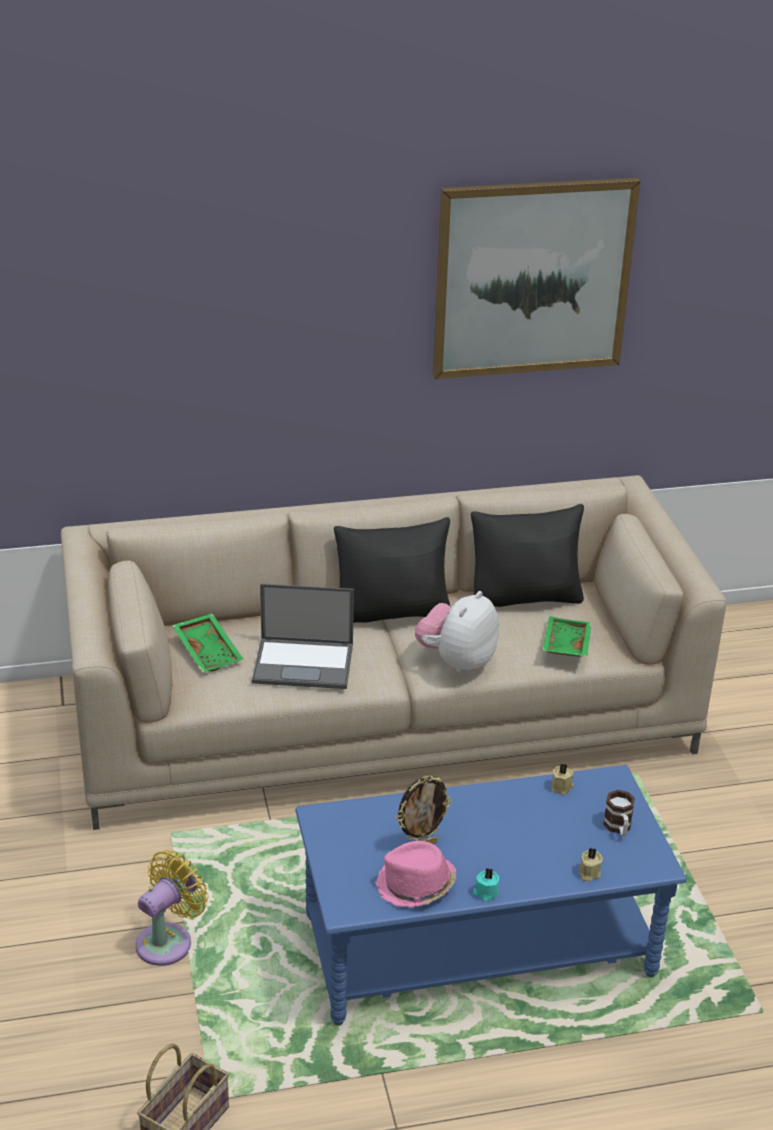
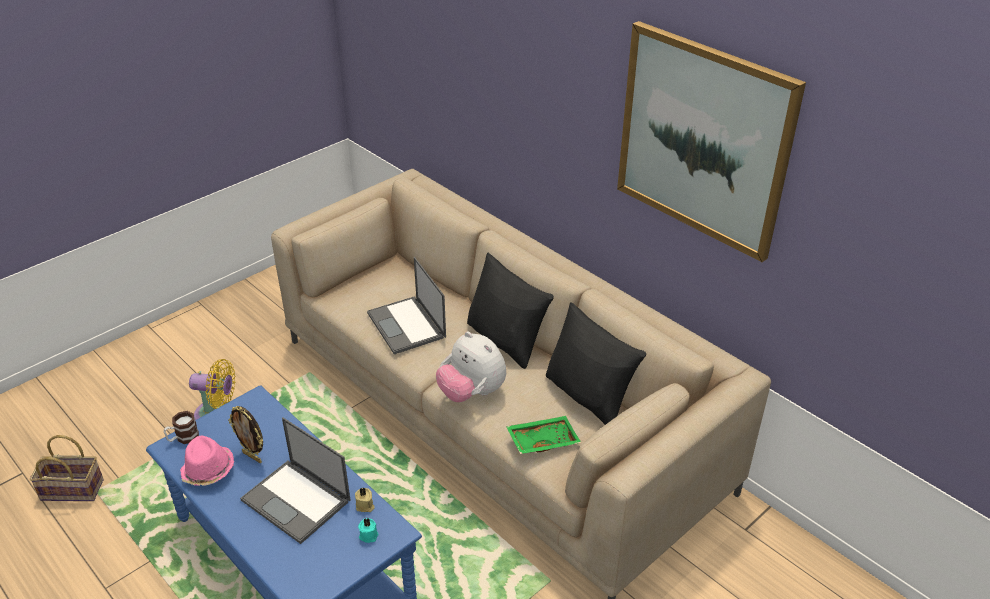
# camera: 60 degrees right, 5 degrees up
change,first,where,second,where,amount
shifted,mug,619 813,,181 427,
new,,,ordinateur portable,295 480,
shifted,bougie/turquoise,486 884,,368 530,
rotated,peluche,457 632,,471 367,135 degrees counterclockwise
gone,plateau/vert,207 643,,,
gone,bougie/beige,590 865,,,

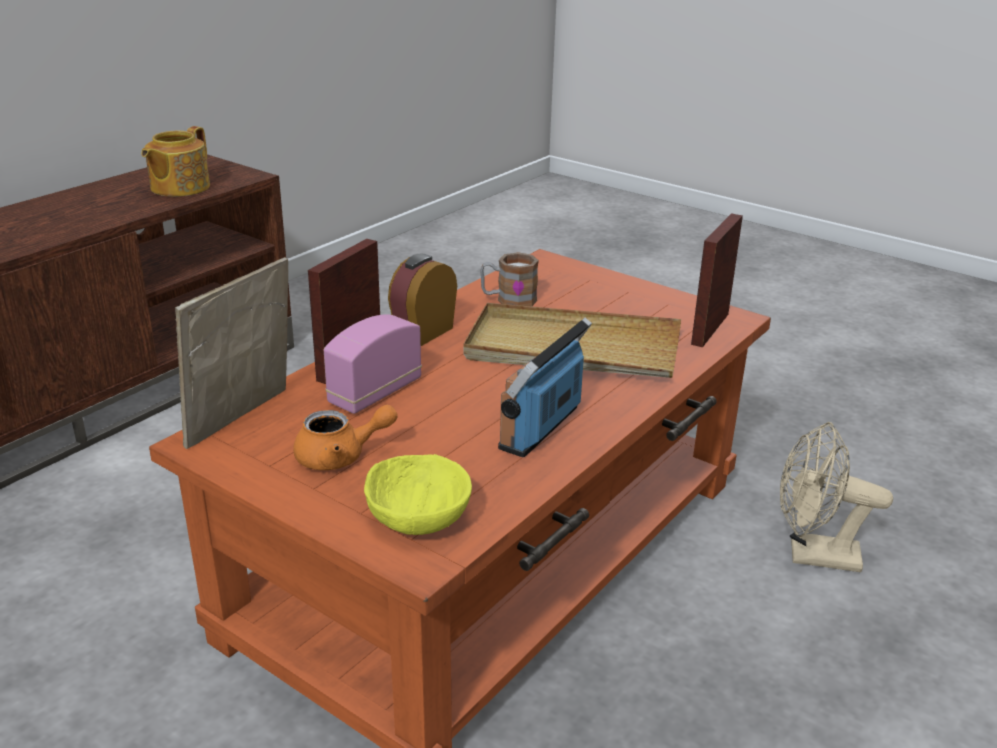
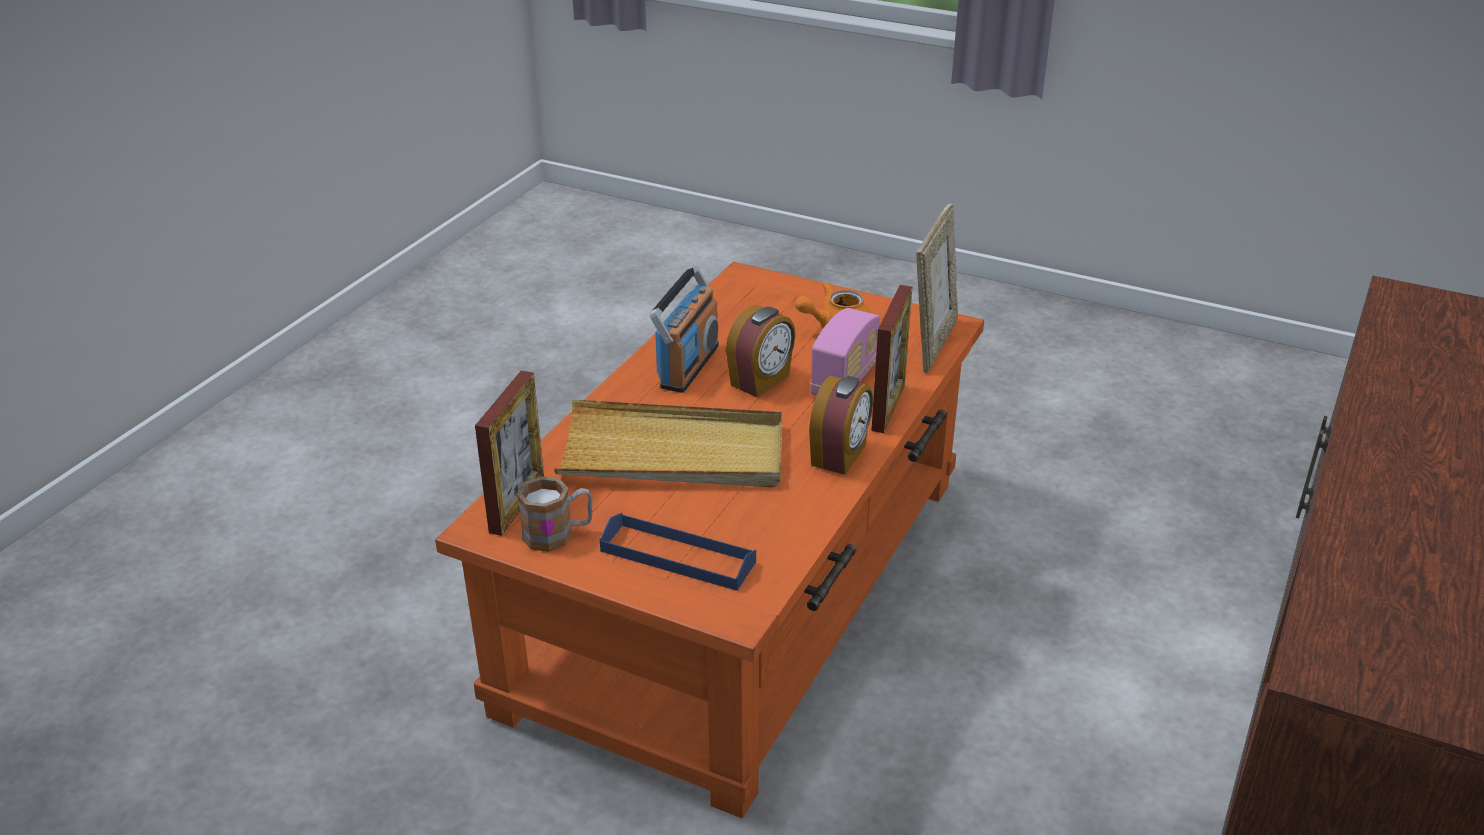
# camera: 170 degrees right, 5 degrees up
change,first,where,second,where,amount
shifted,mug,509 279,,554 514,
new,,,plateau/bleu,678 552,
new,,,réveil,761 351,
gone,théière,175 161,,,
gone,bol/jaune,418 494,,,
gone,ventilateur/beige,836 497,,,

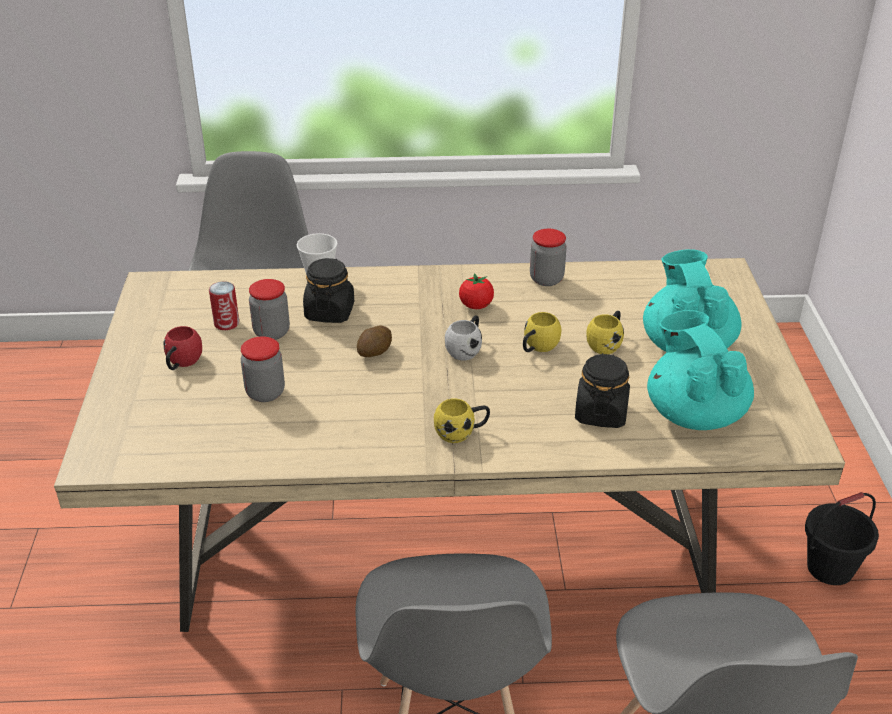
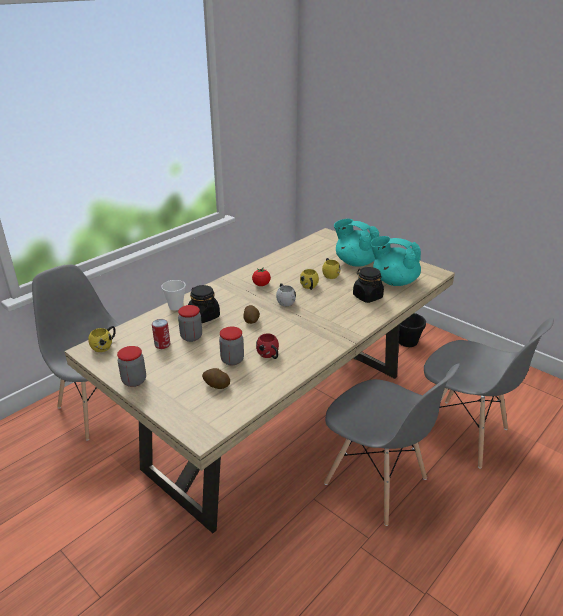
# camera: 45 degrees left, 5 degrees down
change,first,where,second,where,amount
shifted,mug/jaune,462 420,,102 339,
shifted,bocal,548 257,,131 366,
new,,,pomme de terre,216 378,
shifted,mug/rouge,183 348,,267 346,

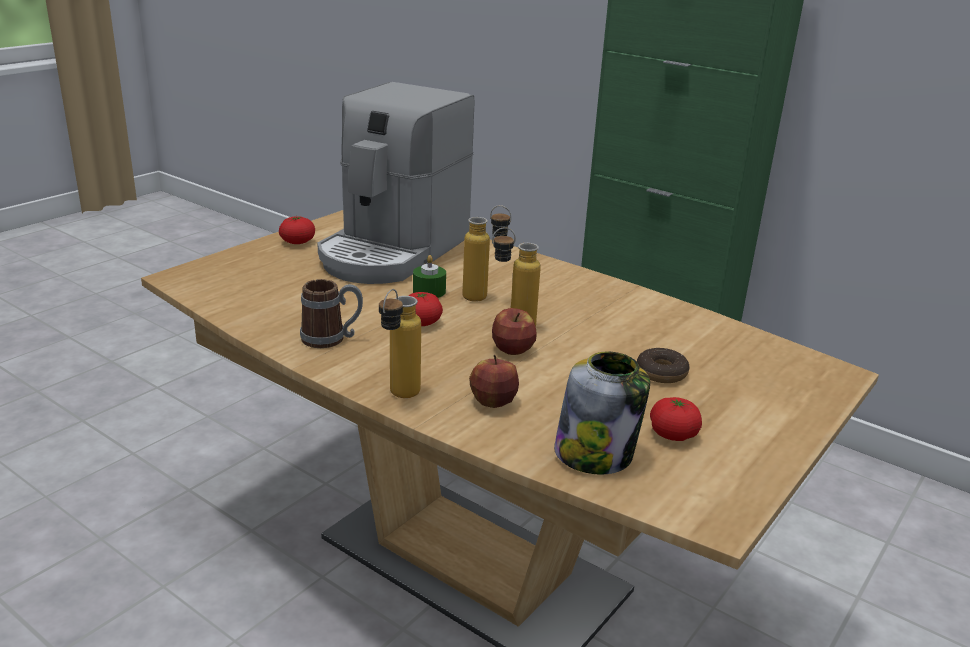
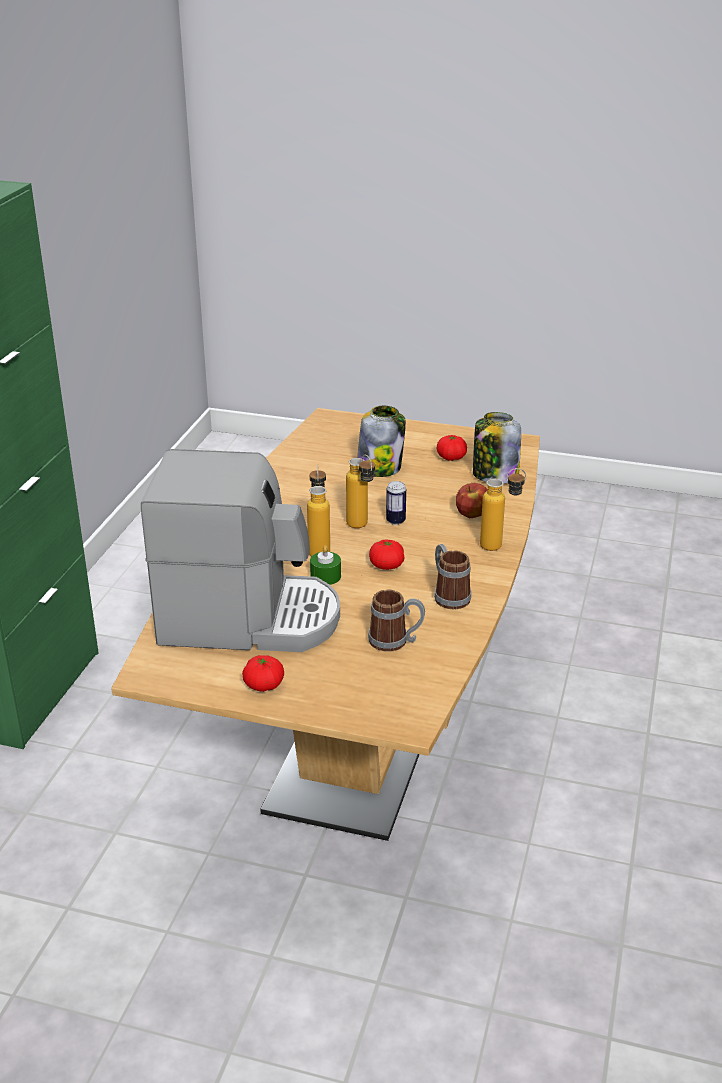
# camera: 110 degrees left, 5 degrees up
change,first,where,second,where,amount
swapped,beignet,663 365,bocal,381 441,
new,,,mug,396 621,
swapped,pomme,514 331,boîte métallique,396 503,

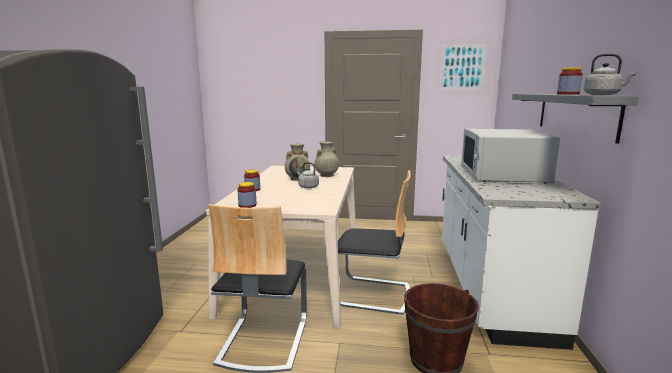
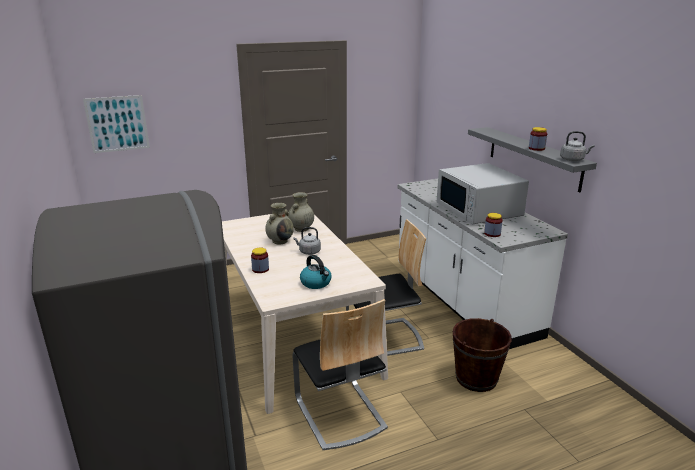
# camera: 30 degrees left, 10 degrees up
change,first,where,second,where,amount
shifted,tableau,462 67,,116 124,
new,,,bouilloire,315 272,
shifted,bocal,247 195,,493 225,

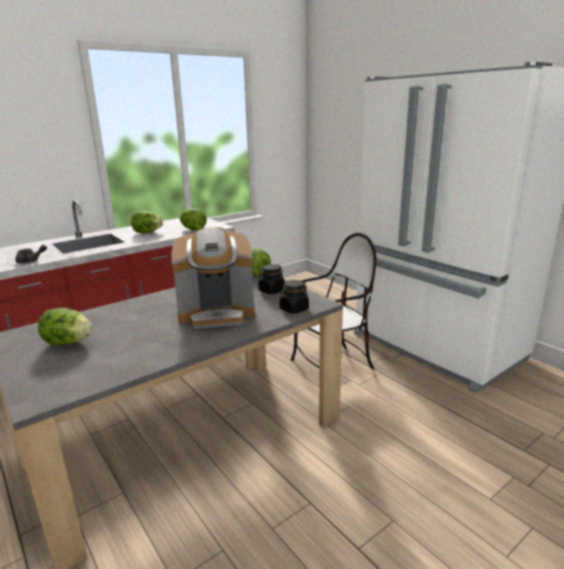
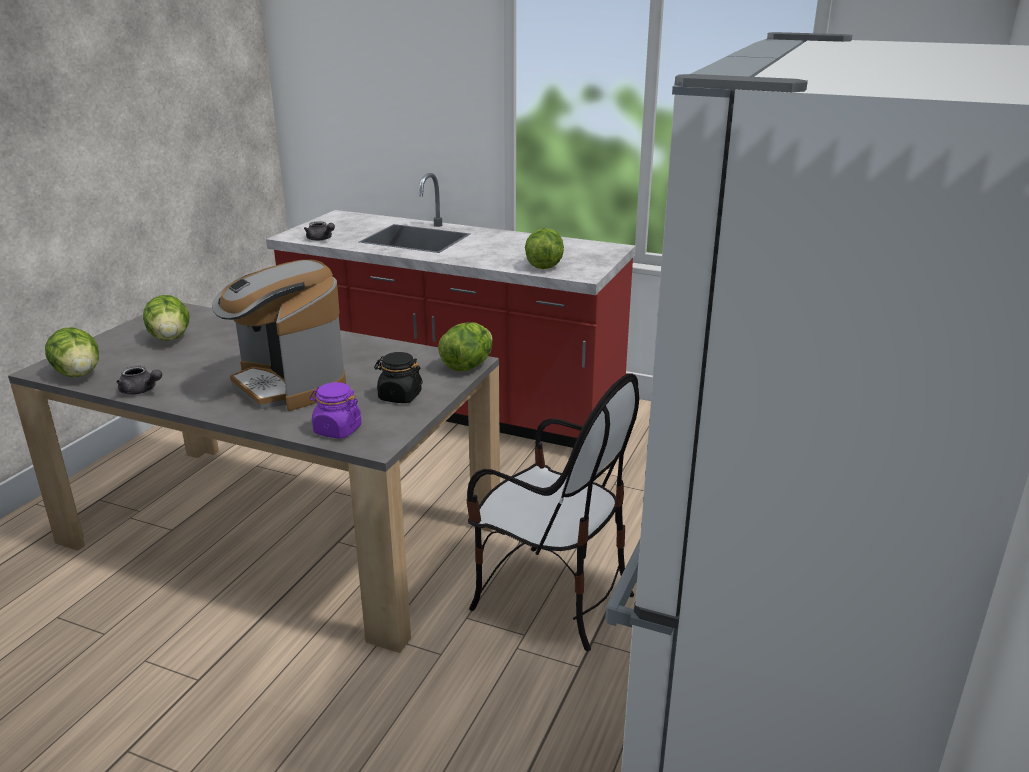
# camera: 60 degrees right, 5 degrees up
change,first,where,second,where,amount
shifted,laitue,147 222,,72 352,
new,,,théière/gris,139 380,
repainted,bocal/noir,294 297,bocal/violet,336 410,

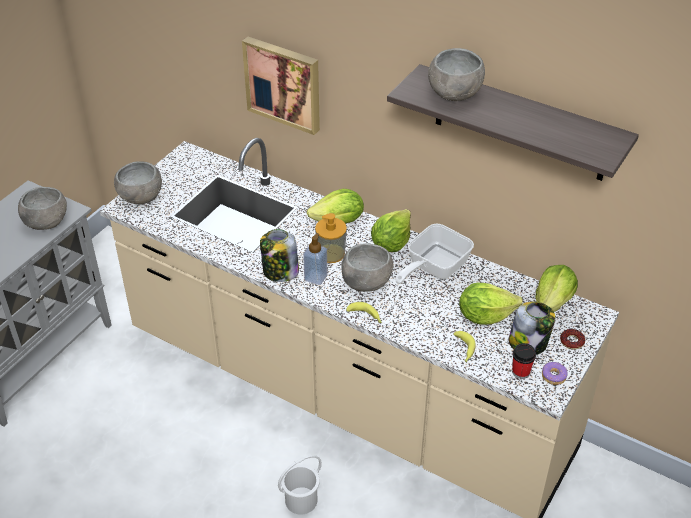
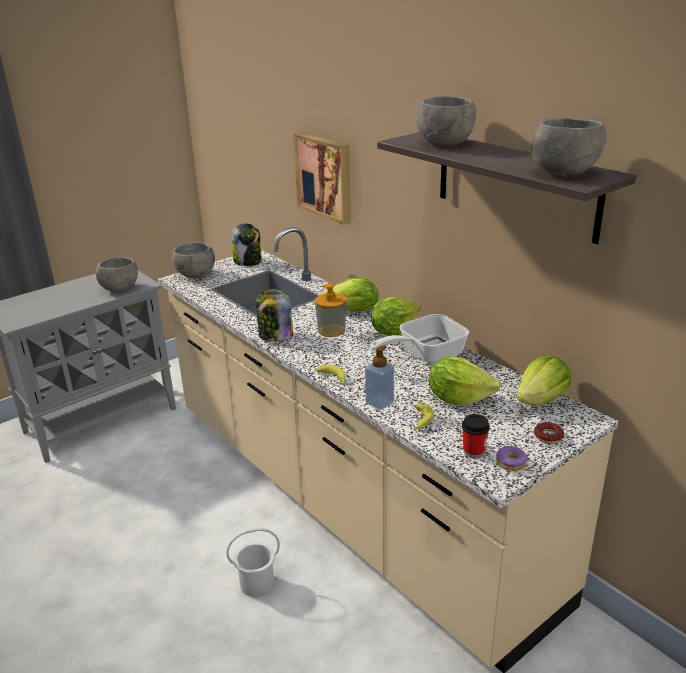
# camera: 20 degrees right, 15 degrees down
change,first,where,second,where,amount
shifted,bocal,532 328,,247 244,
shifted,distributeur de savon,315 259,,379 377,
shifted,bol/gris,367 268,,569 147,

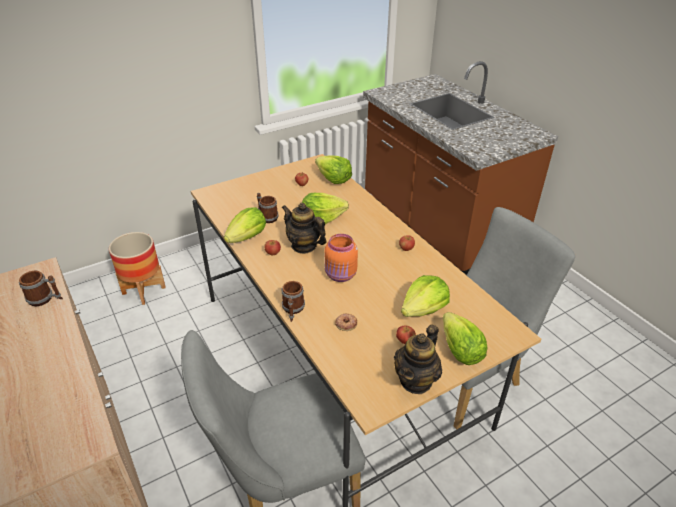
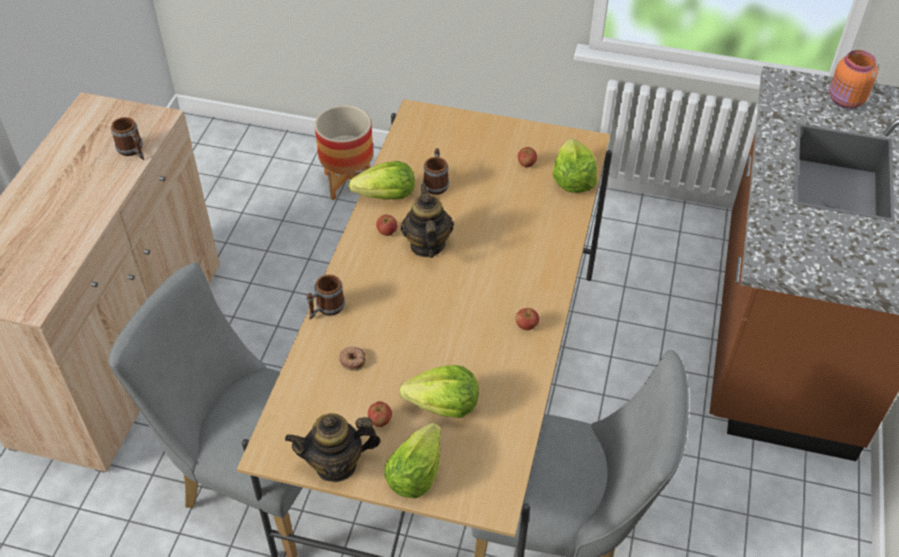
# camera: 45 degrees right, 10 degrees up
change,first,where,second,where,amount
shifted,bocal/orange,341 258,,853 79,
gone,laitue,325 208,,,

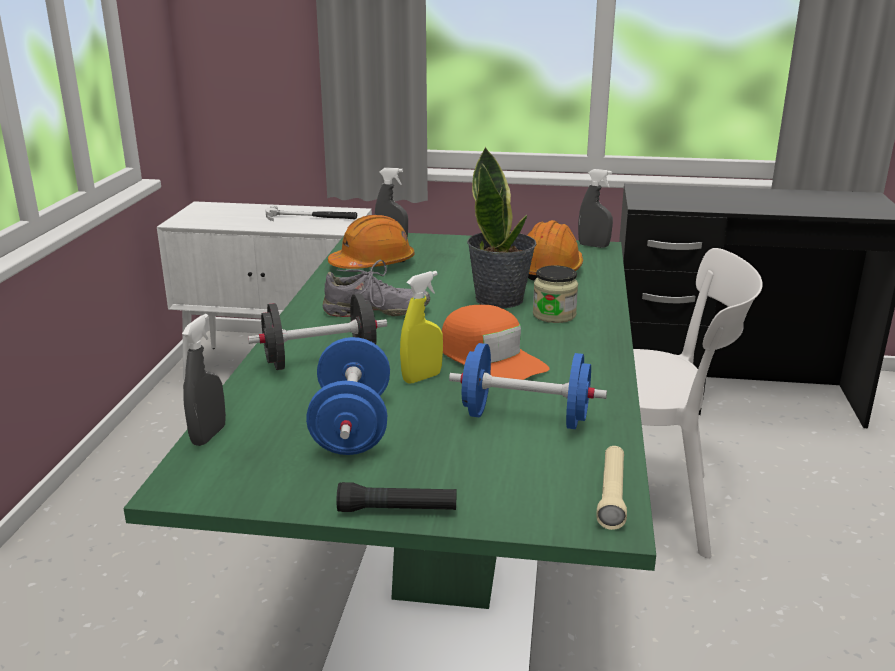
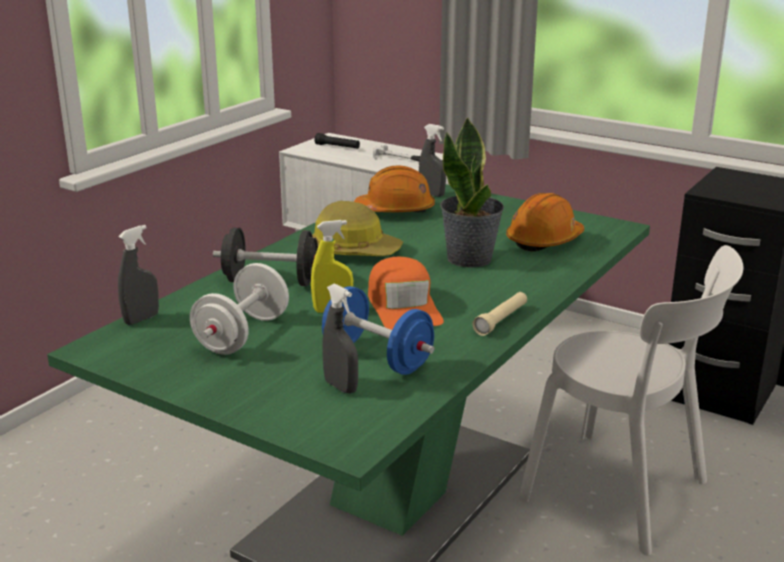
# camera: 25 degrees right, 0 degrees up
change,first,where,second,where,amount
repainted,haltère/bleu,348 396,haltère/blanc,239 309,
swapped,chaussure/gris,376 288,casque de chantier,357 228,
shifted,lampe de poche/noir,396 497,,337 141,
shifted,vaporisateur/gris,595 208,,340 338,
shifted,lampe de poche/beige,611 488,,499 314,
gone,bocal,555 294,,,

